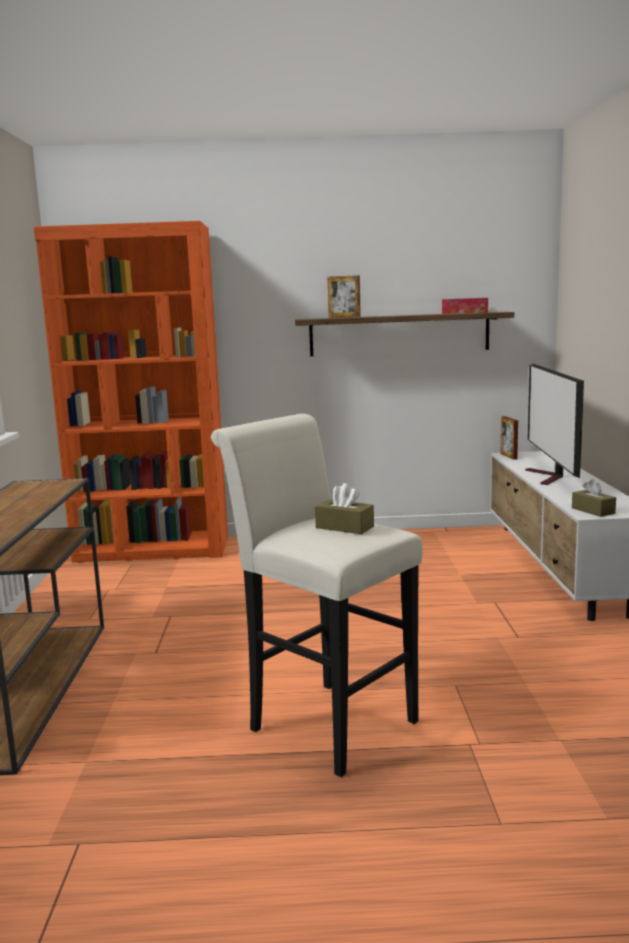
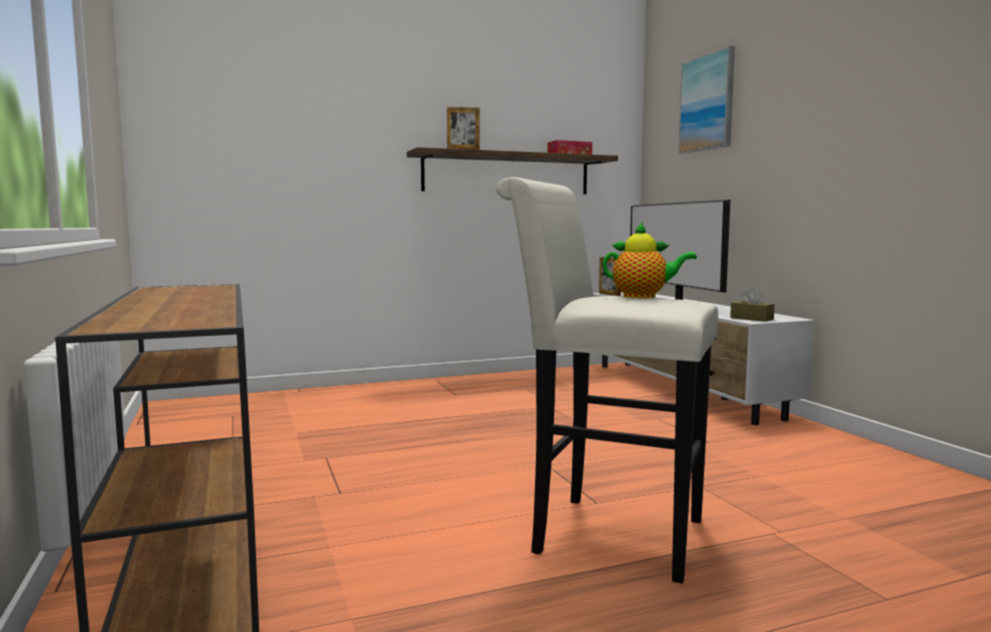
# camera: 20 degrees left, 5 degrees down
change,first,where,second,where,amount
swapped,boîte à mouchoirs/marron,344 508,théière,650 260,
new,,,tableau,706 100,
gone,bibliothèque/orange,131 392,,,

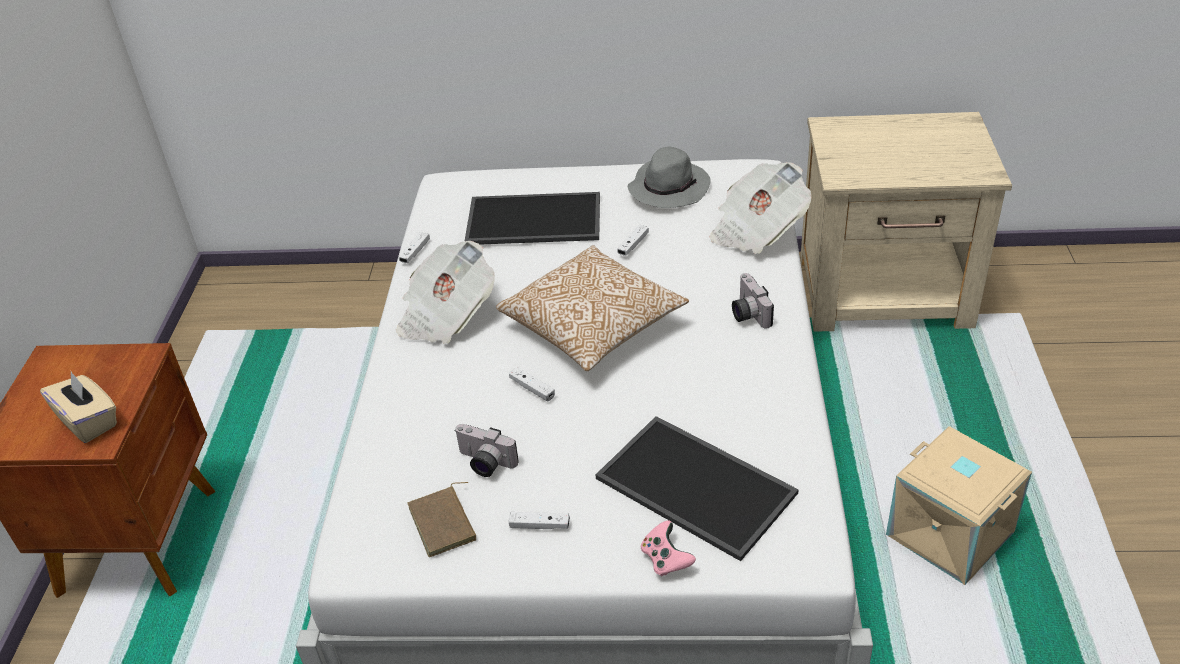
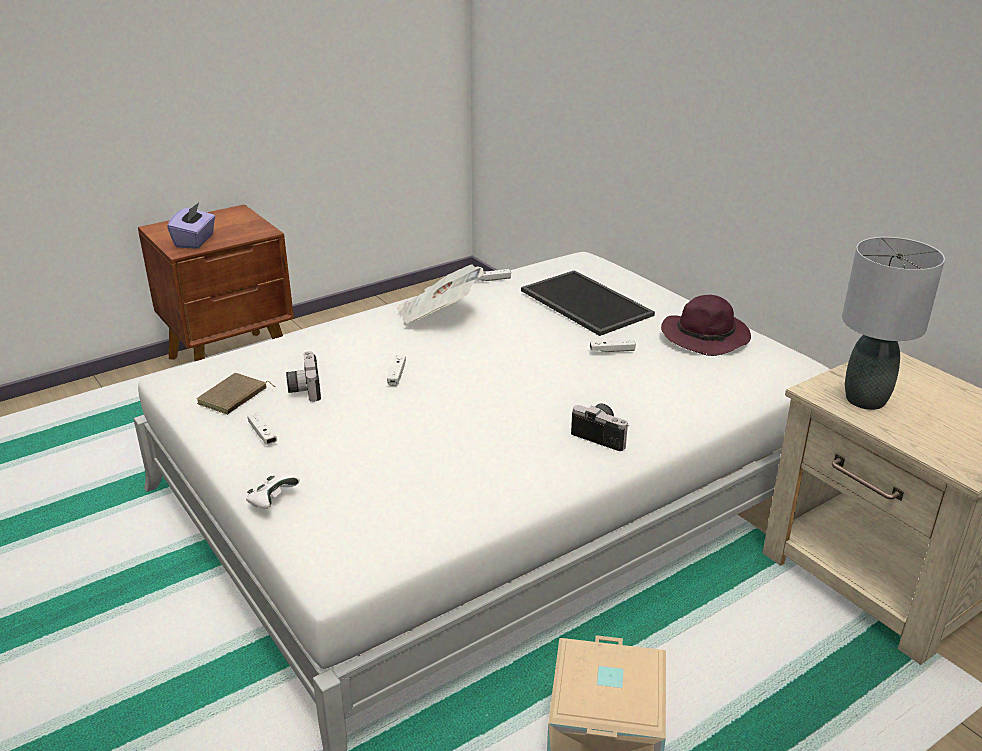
# camera: 50 degrees right, 10 degrees down
change,first,where,second,where,amount
repainted,boîte à mouchoirs/beige,78 407,boîte à mouchoirs/violet,191 225,
repainted,manette/rose,668 548,manette/blanc,273 491,
rotated,appareil photo,753 301,,599 427,90 degrees clockwise
repainted,chapeau/gris,669 177,chapeau/violet,706 325,
new,,,lampe de table/gris,893 323,
gone,coussin,592 308,,,
gone,plateau,697 488,,,
gone,journal,760 208,,,

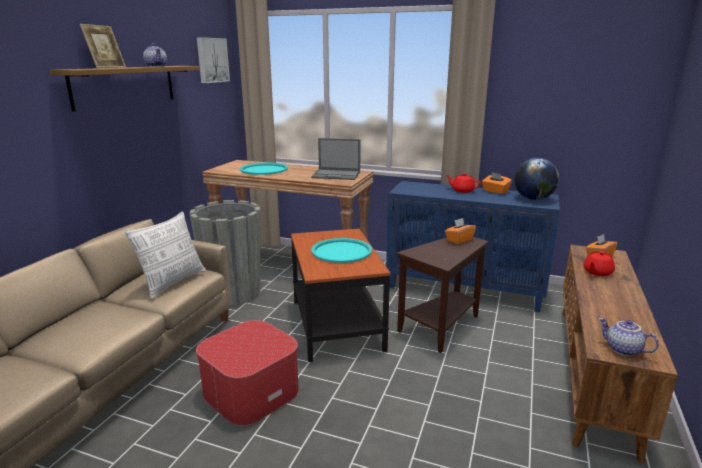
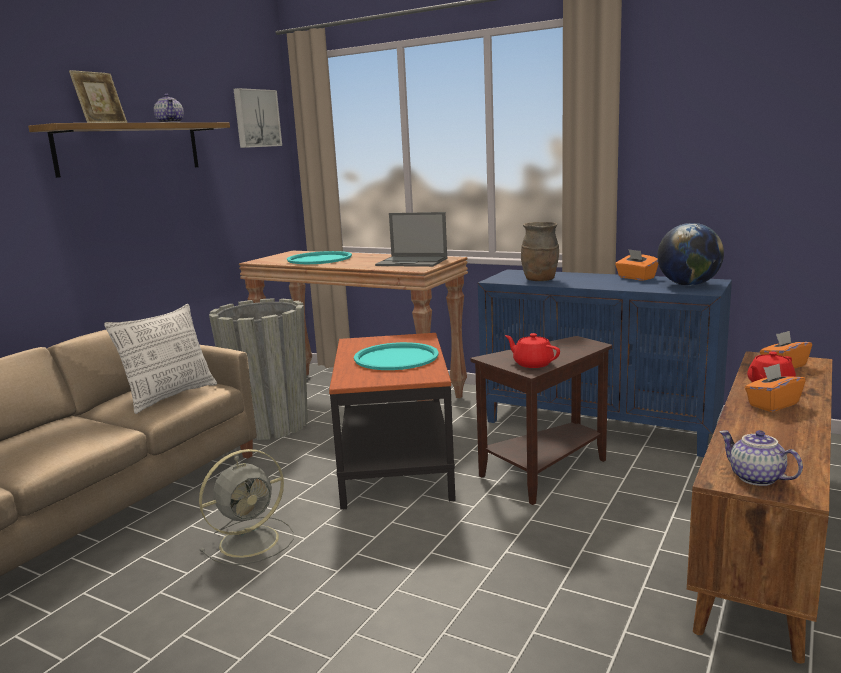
# camera: 10 degrees right, 5 degrees down
change,first,where,second,where,amount
swapped,pouf,247 373,ventilateur/gris,246 507,
shifted,théière/rouge,464 183,,532 350,
new,,,vase/marron,540 251,
shifted,boîte à mouchoirs/orange,460 231,,775 388,

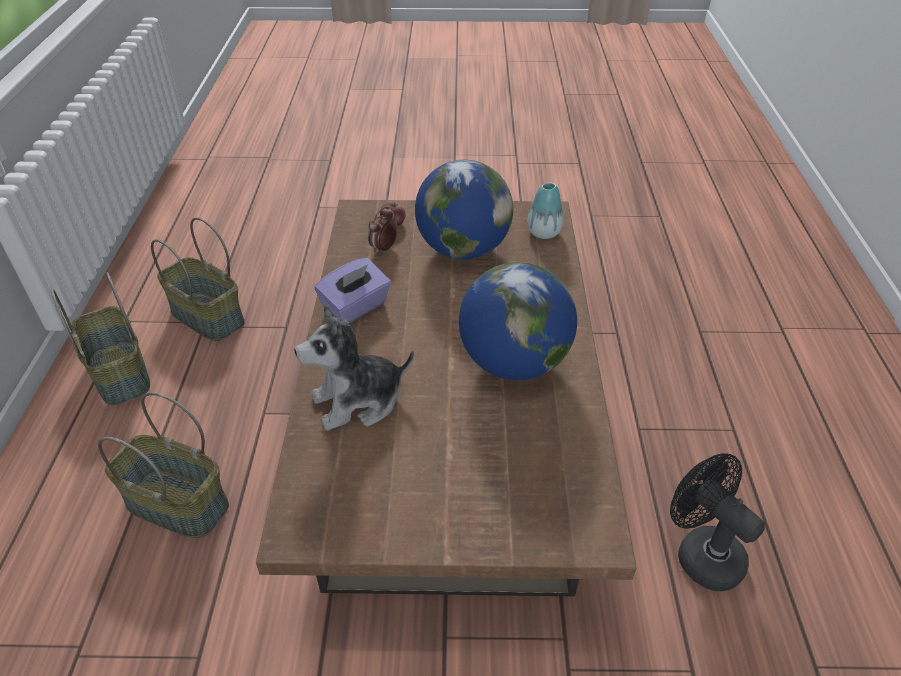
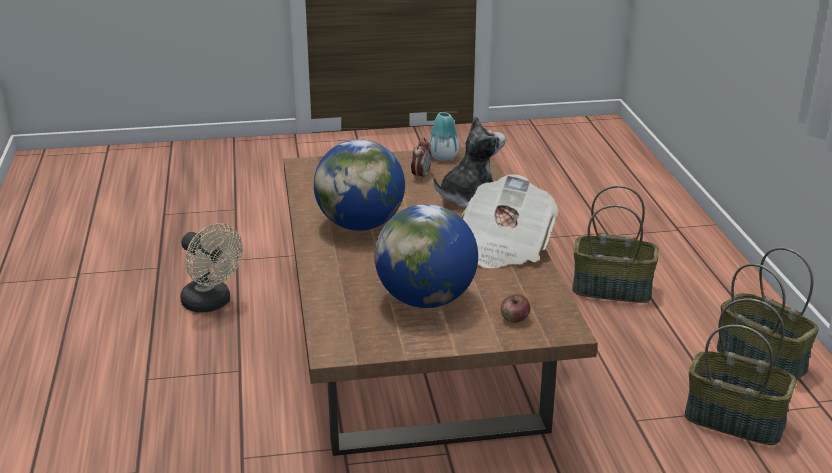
# camera: 170 degrees right, 15 degrees down
change,first,where,second,where,amount
repainted,ventilateur/noir,717 522,ventilateur/beige,211 268,
shifted,réveil,383 230,,421 159,
shifted,vase,545 210,,444 136,
swapped,boîte à mouchoirs/violet,352 290,journal,510 221,

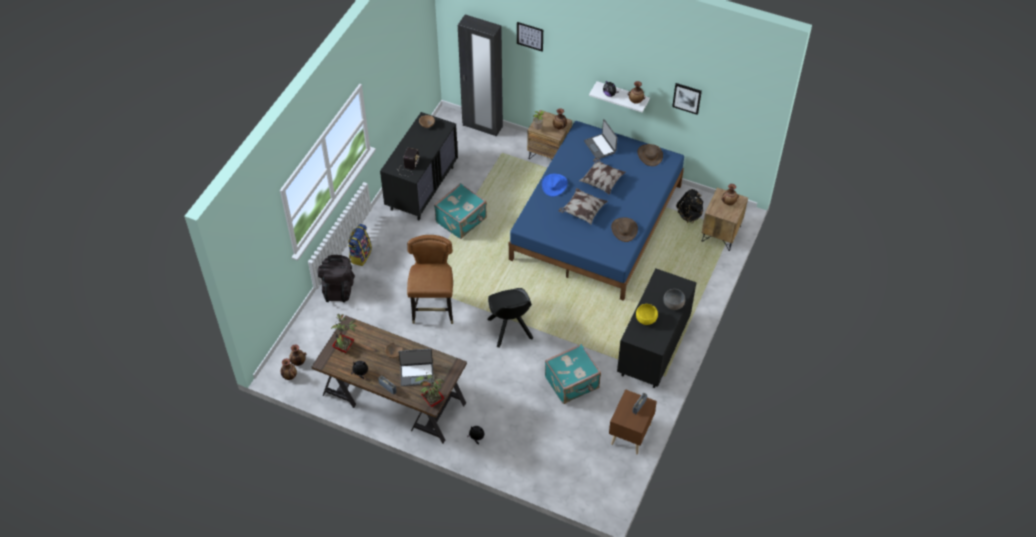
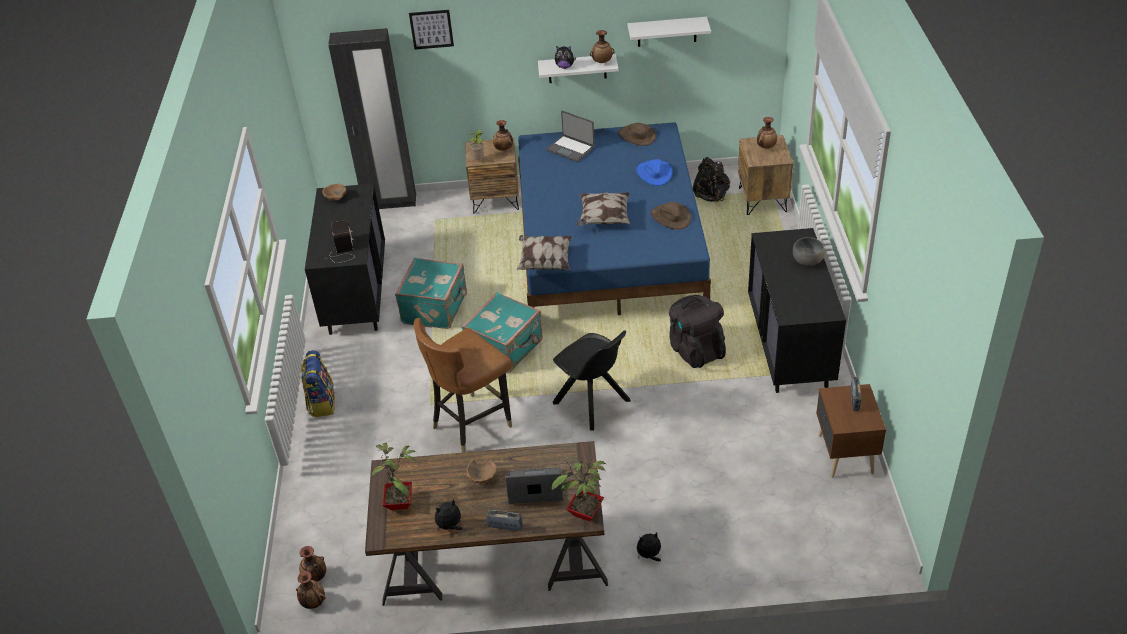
# camera: 25 degrees left, 10 degrees down
change,first,where,second,where,amount
rotated,chaise/marron,430 279,,463 385,105 degrees counterclockwise
shifted,valise/turquoise,573 374,,502 333,
rotated,ordinateur portable,416 367,,534 485,150 degrees counterclockwise
shifted,coussin,602 176,,544 252,
swapped,tableau,687 99,étagère/blanc,669 32,
shifted,chapeau/bleu,555 185,,654 172,
shifted,sac à dos/noir,336 279,,697 331,
gone,bol/jaune,647 314,,,

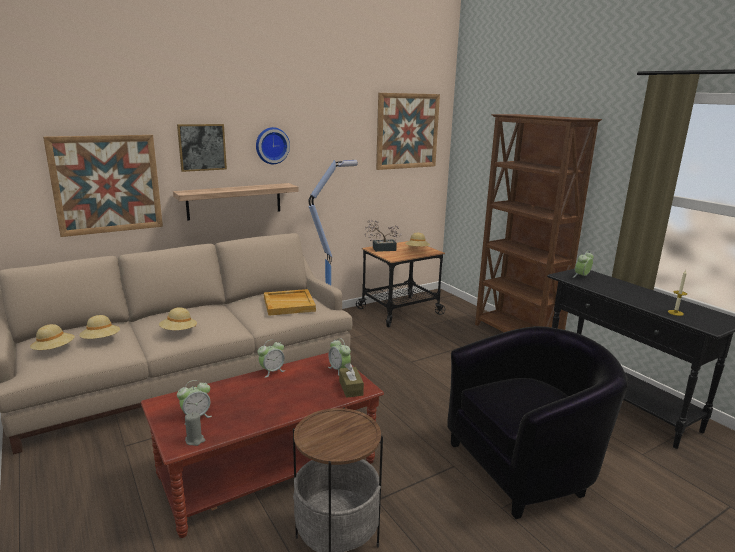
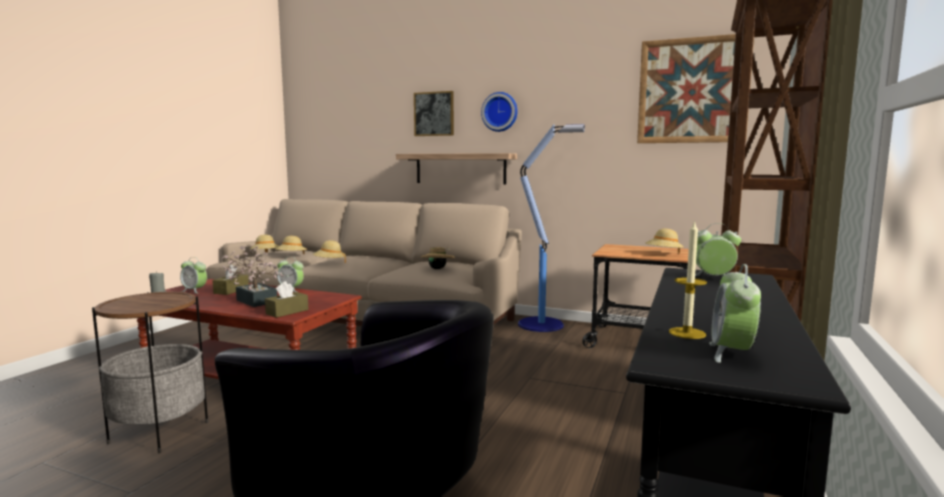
# camera: 55 degrees right, 10 degrees down
change,first,where,second,where,amount
new,,,boîte à mouchoirs/marron,230 280,
shifted,plante en pot,383 235,,252 276,
swapped,plateau/beige,290 302,chapeau/beige,438 258,
shifted,réveil,339 356,,735 313,
gone,tableau,103 186,,,

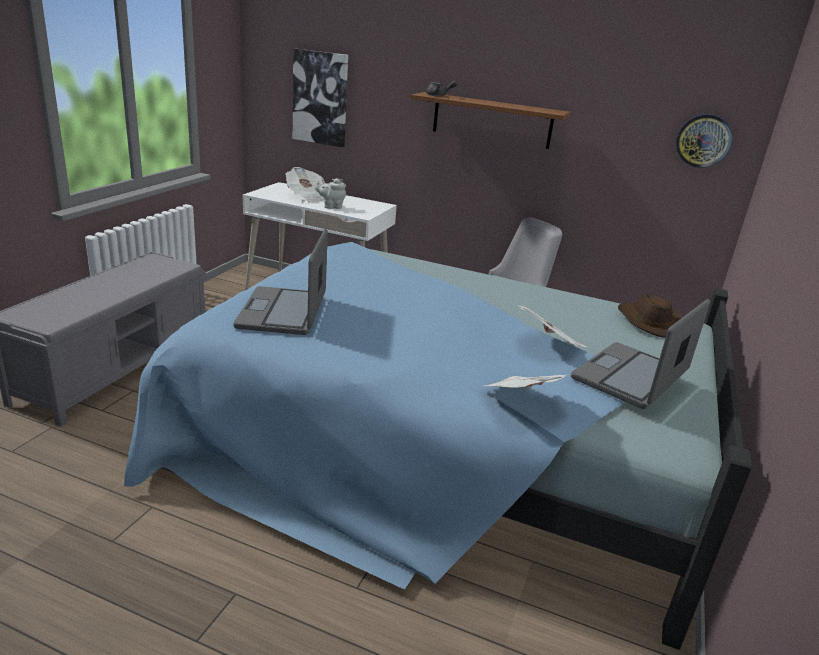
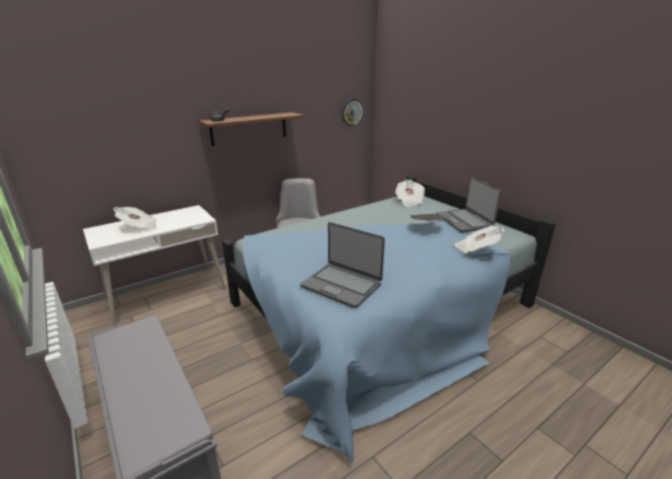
# camera: 55 degrees left, 0 degrees up
change,first,where,second,where,amount
swapped,chapeau/marron,650 316,journal,410 193,
gone,tableau,320 98,,,
gone,théière/gris,330 193,,,

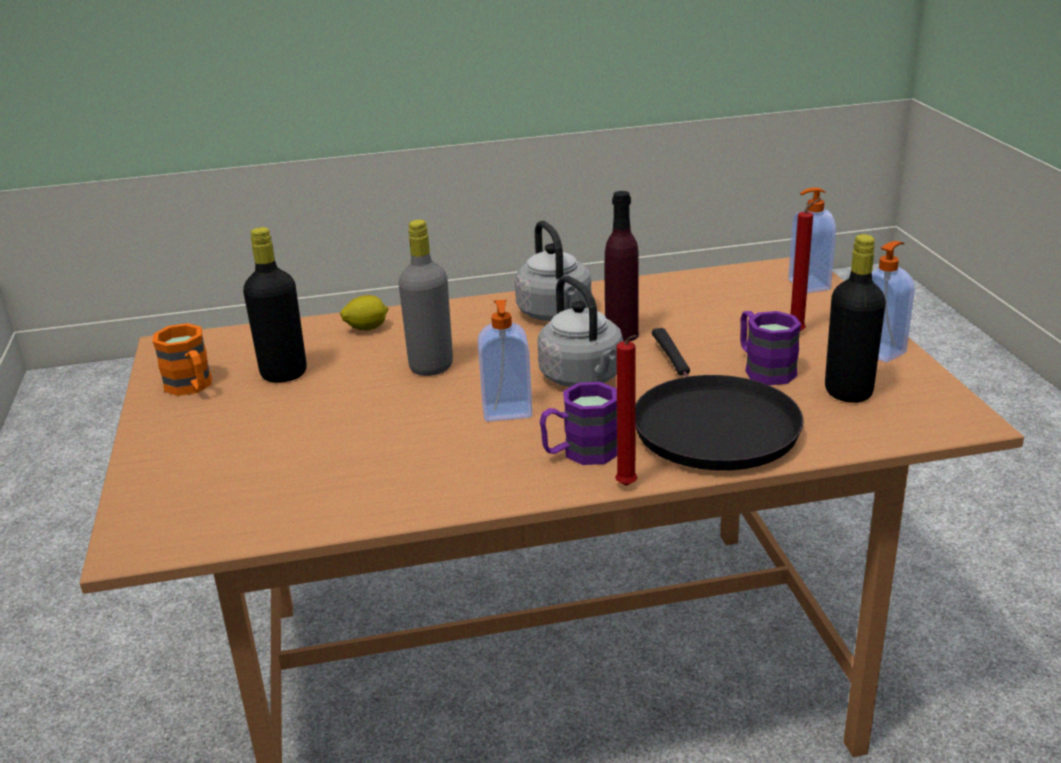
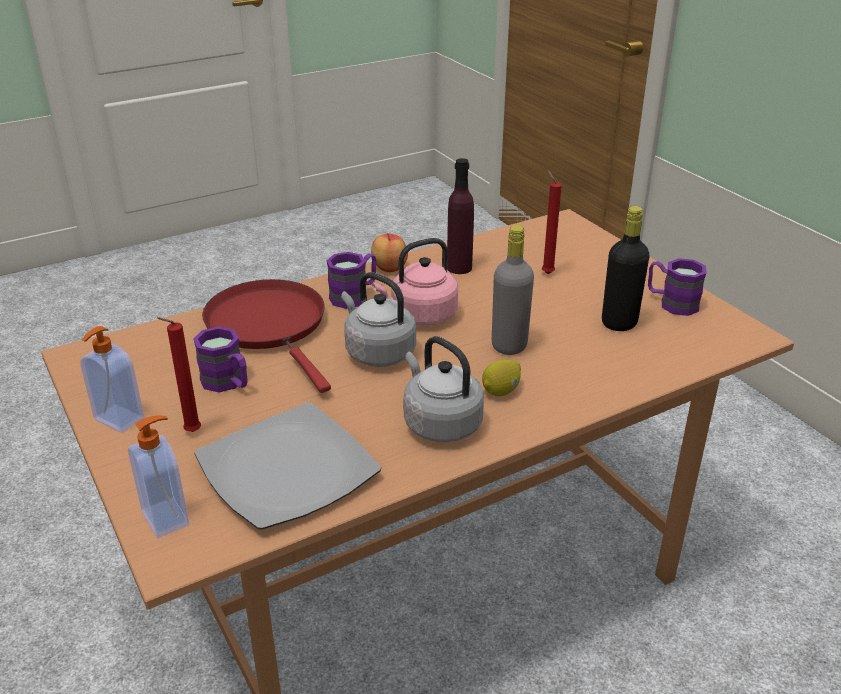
# camera: 160 degrees right, 5 degrees up
change,first,where,second,where,amount
new,,,assiette,288 466,
repainted,poêle/noir,719 399,poêle/rouge,266 336,
new,,,pomme,389 252,
swapped,distributeur de savon,505 361,bouilloire/rose,415 282,
shifted,bouteille/violet,622 266,,460 216,
shifted,citron,364 312,,501 377,
shifted,bougie/rouge,626 410,,552 222,
repainted,mug/orange,182 359,mug/violet,677 287,
gone,bouteille/noir,855 318,,,

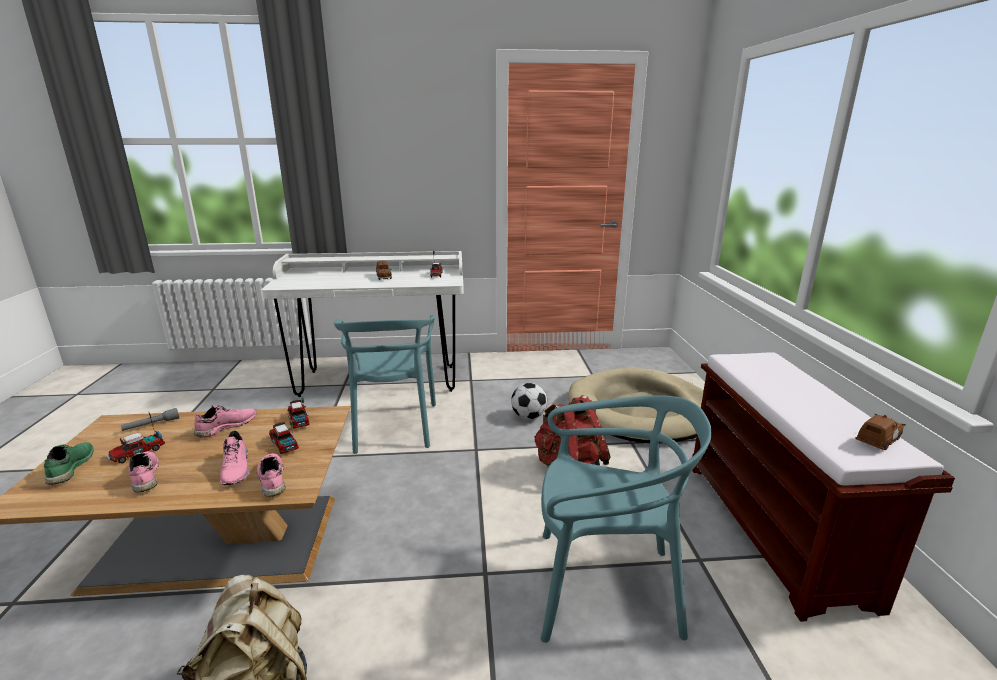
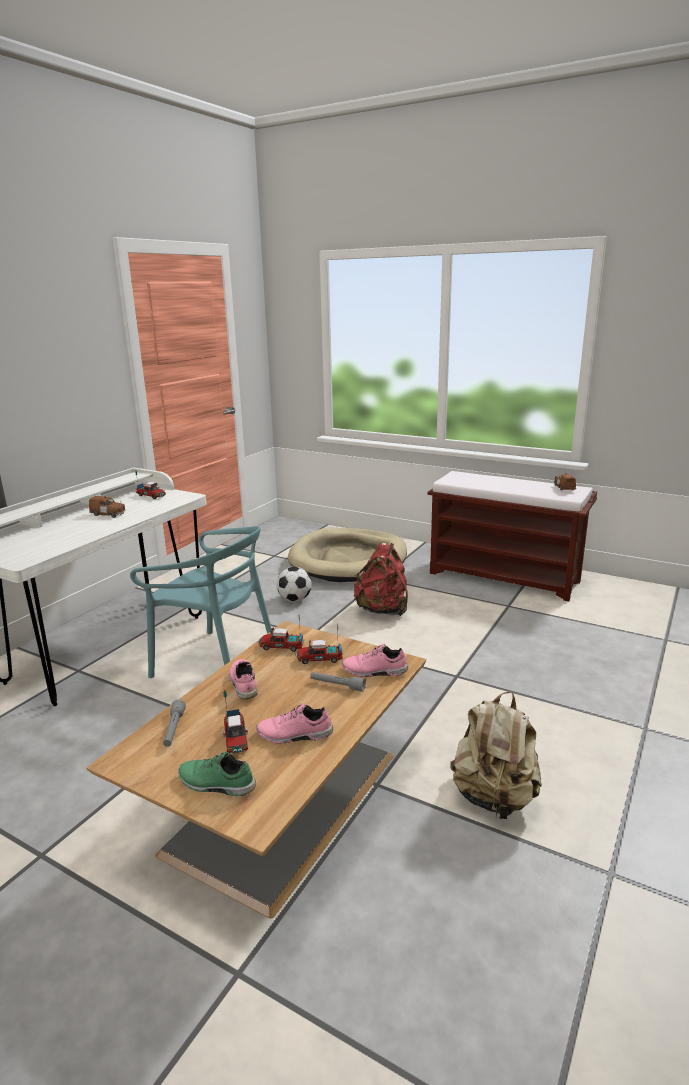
# camera: 55 degrees left, 0 degrees up
change,first,where,second,where,amount
swapped,chaussure/rose,234 458,lampe de poche/gris,338 682,
gone,chaise/turquoise,626 519,,,

